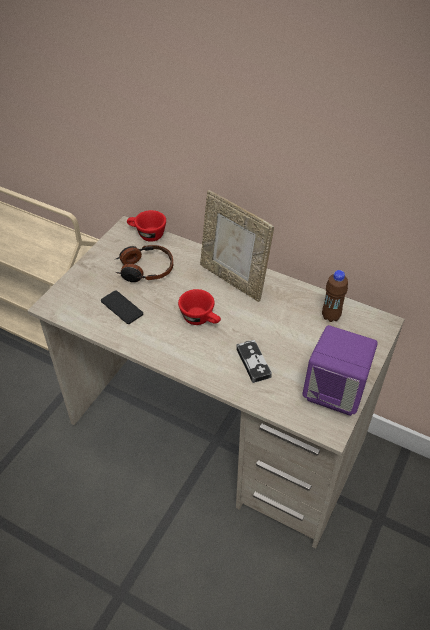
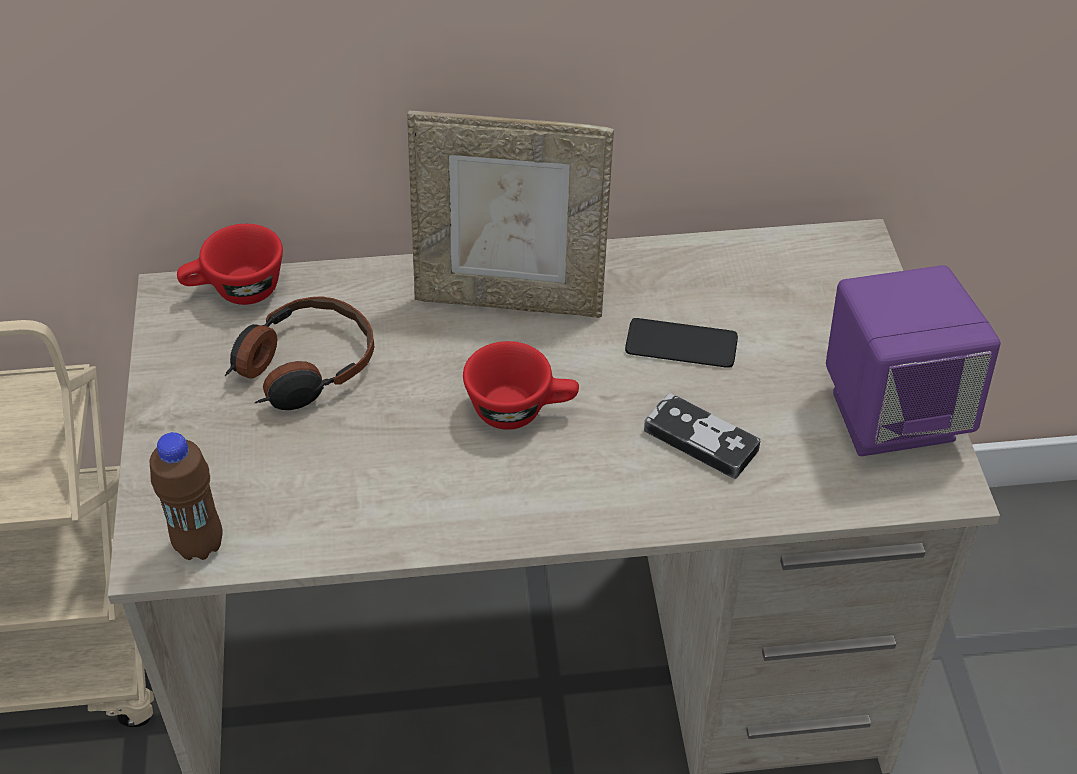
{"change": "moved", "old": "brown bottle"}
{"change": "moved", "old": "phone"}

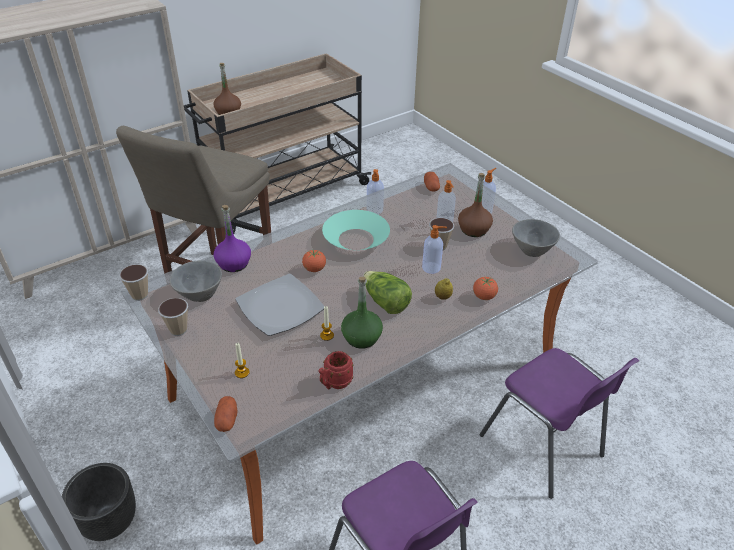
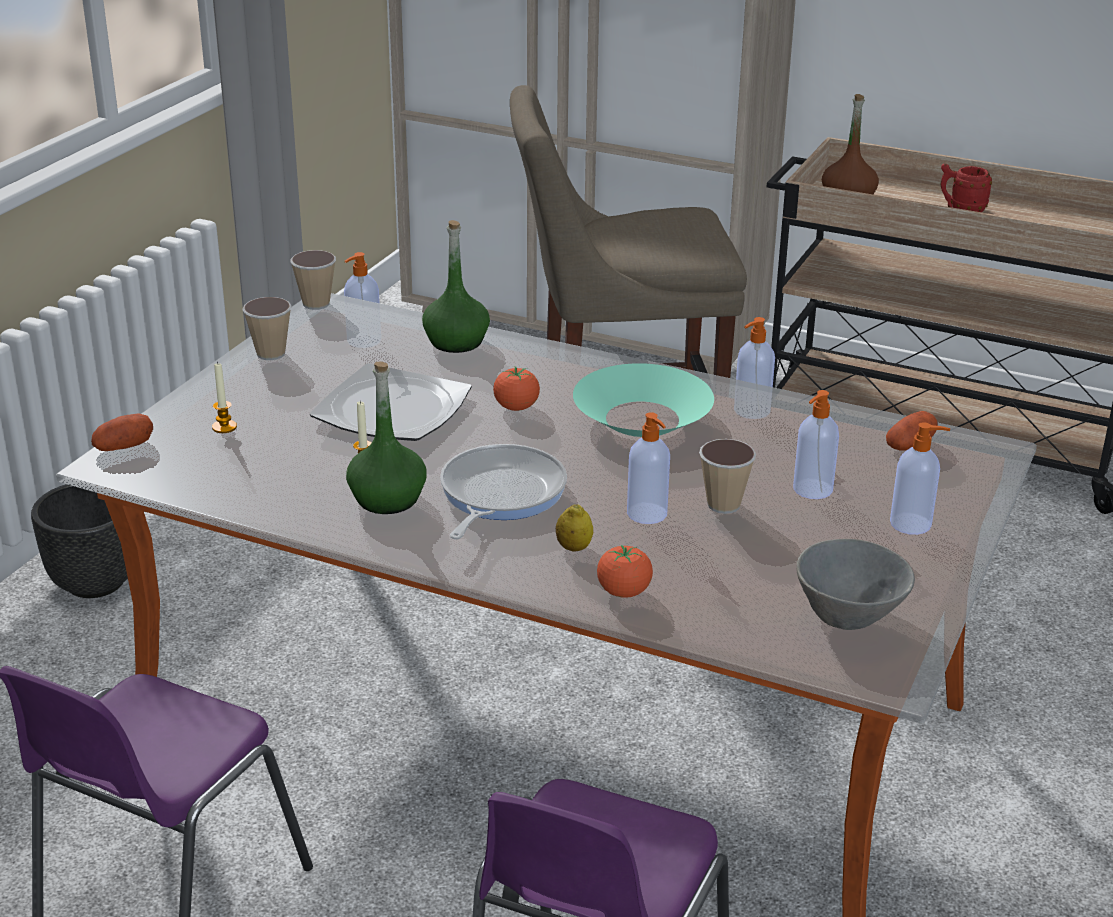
{"change": "removed", "old": "brown bottle (2nd from left)"}
{"change": "recoloured", "old": "purple bottle", "new": "green bottle (2nd from left)"}
{"change": "replaced", "old": "grey bowl (1st from left)", "new": "soap dispenser (1st from left)"}
{"change": "replaced", "old": "lettuce", "new": "frying pan"}
{"change": "moved", "old": "red mug"}

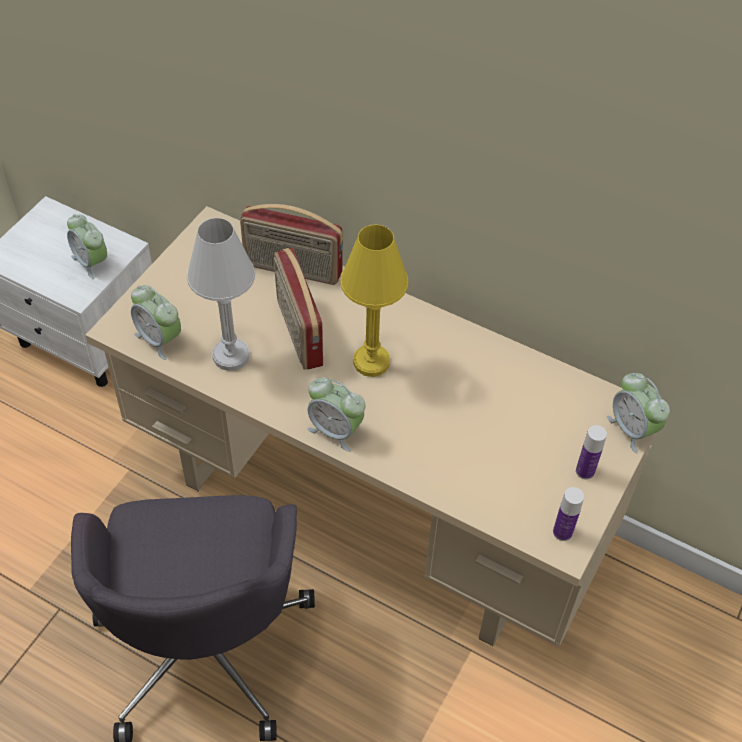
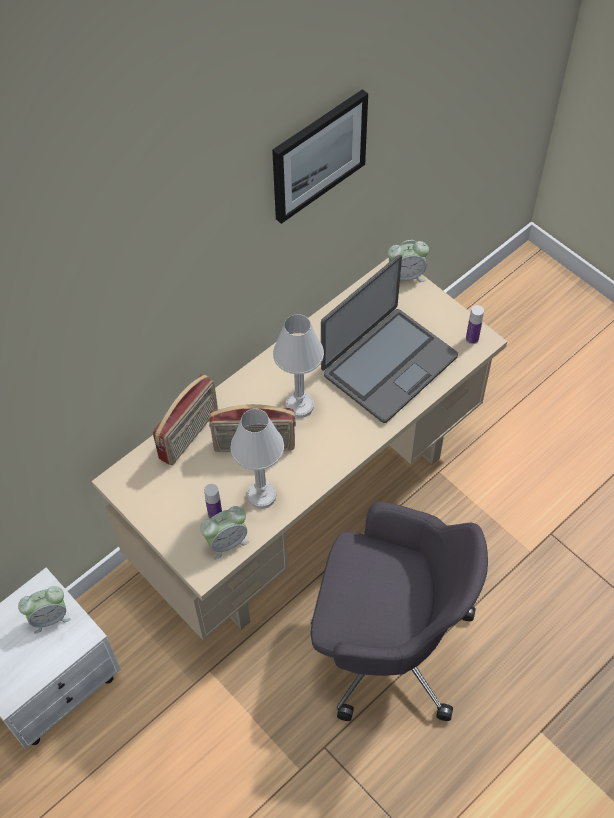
{"change": "recoloured", "old": "yellow table lamp", "new": "white table lamp (2nd from left)"}
{"change": "removed", "old": "alarm clock (3rd from left)"}
{"change": "moved", "old": "bottle (2nd from left in the first image)", "new": "bottle (1st from left)"}
{"change": "added", "new": "picture"}
{"change": "added", "new": "laptop"}

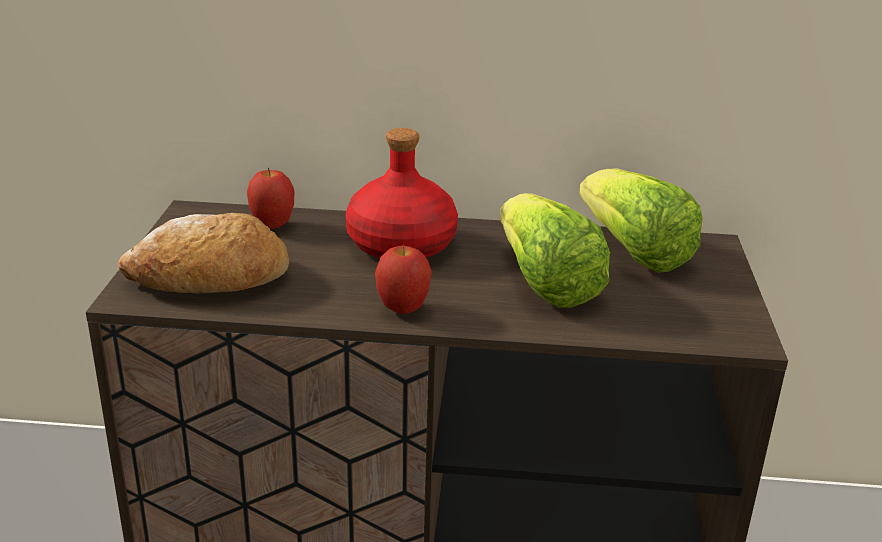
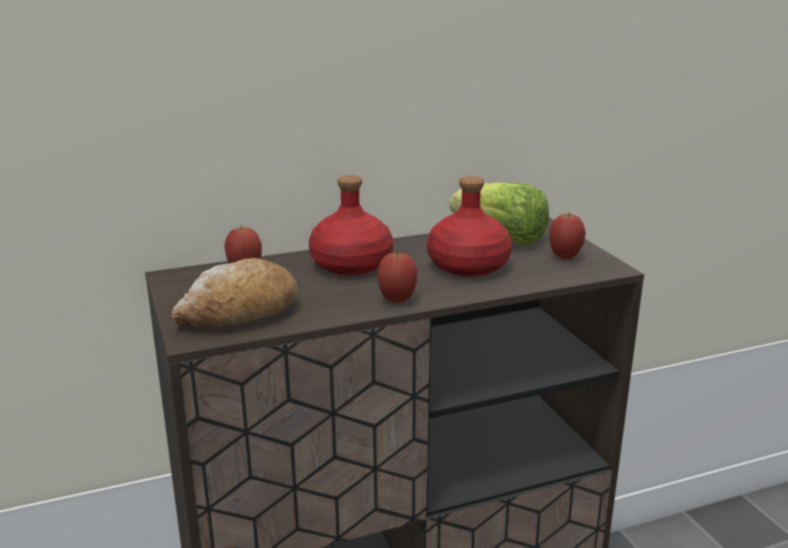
{"change": "replaced", "old": "lettuce (1st from left)", "new": "red bottle (2nd from left)"}
{"change": "added", "new": "apple (3rd from left)"}

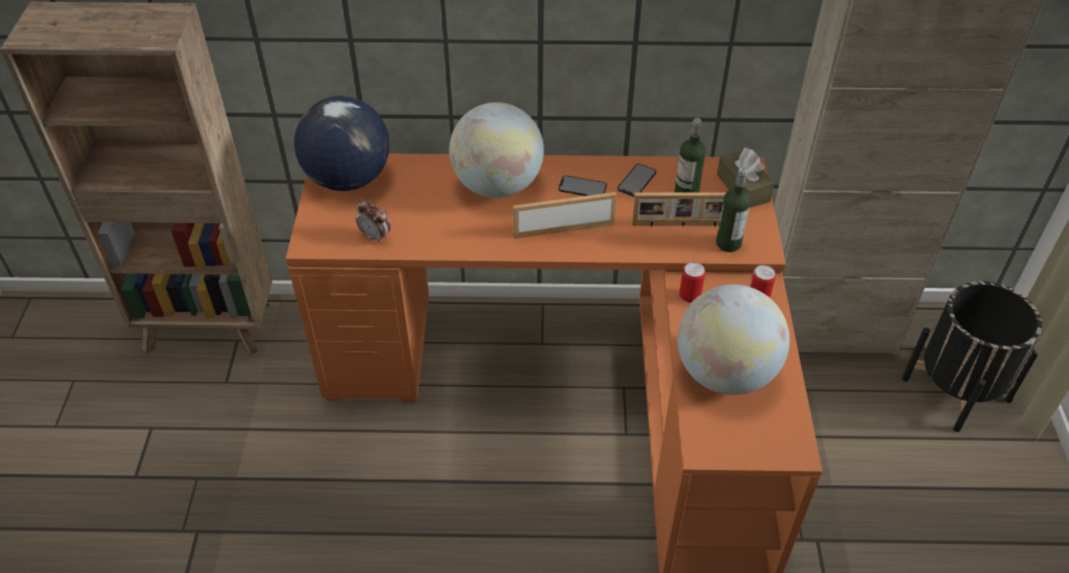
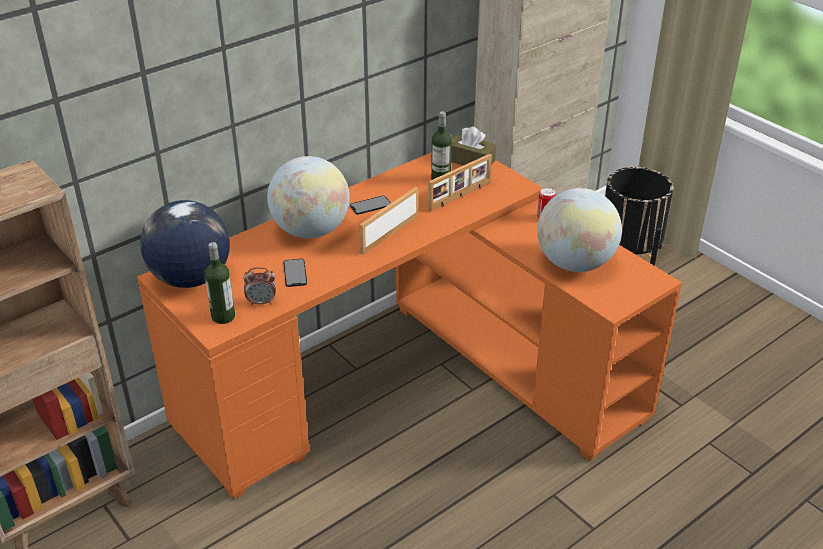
{"change": "moved", "old": "phone (2nd from left in the first image)", "new": "phone (1st from left)"}
{"change": "moved", "old": "bottle (2nd from left in the first image)", "new": "bottle (1st from left)"}
{"change": "removed", "old": "can (1st from left)"}

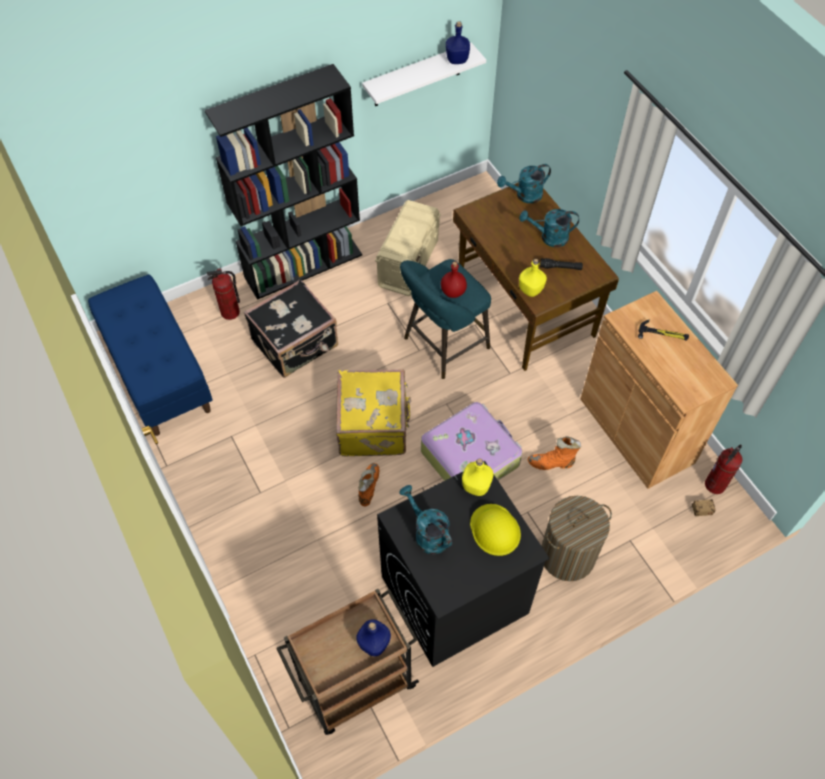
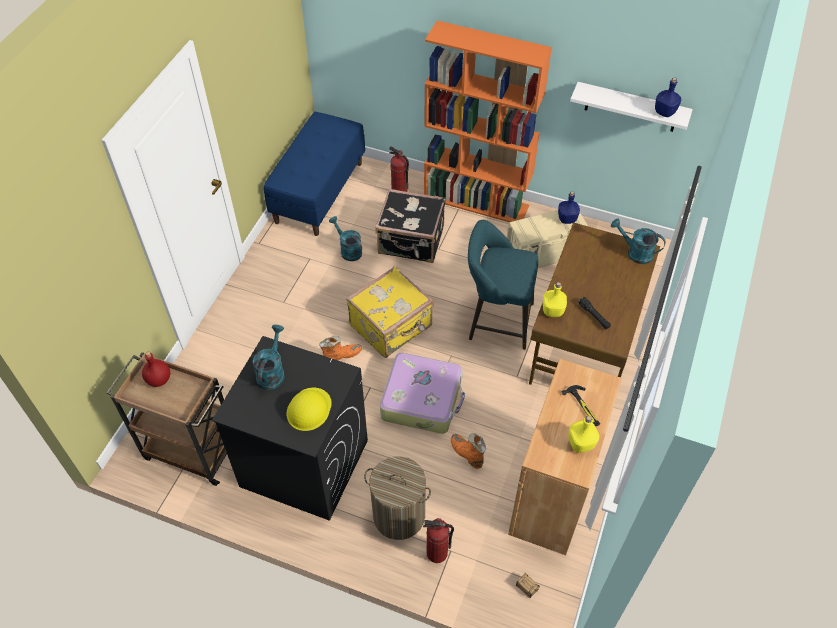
{"change": "recoloured", "old": "black bookcase", "new": "orange bookcase"}
{"change": "moved", "old": "turquoise watering can (3rd from left in the first image)", "new": "turquoise watering can (2nd from left)"}
{"change": "moved", "old": "red bottle"}
{"change": "moved", "old": "fire extinguisher (2nd from left)"}
{"change": "moved", "old": "yellow bottle (1st from left in the first image)", "new": "yellow bottle (2nd from left)"}
{"change": "moved", "old": "blue bottle (1st from left)"}

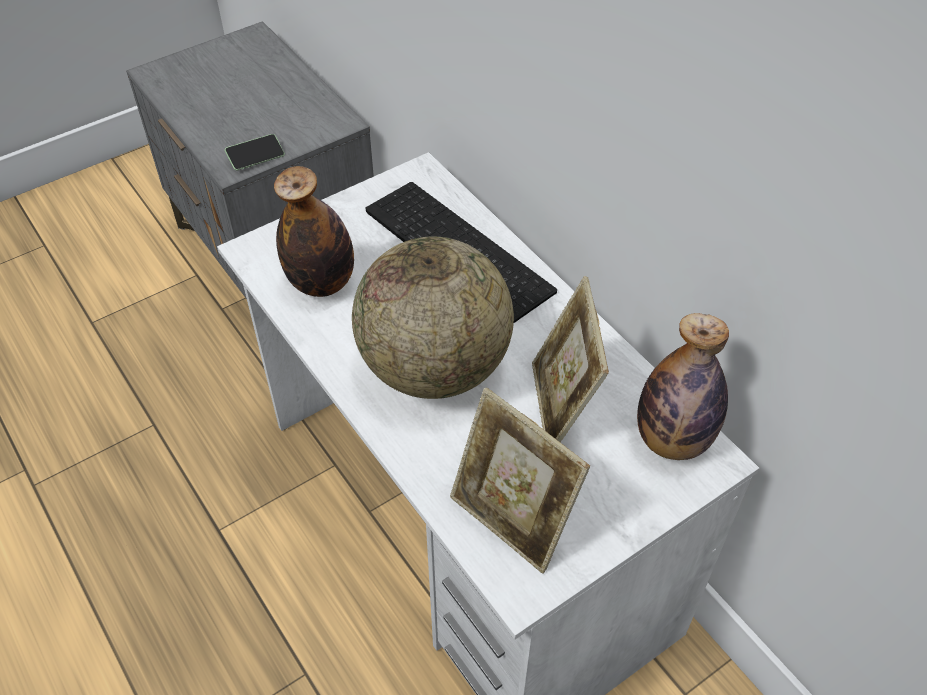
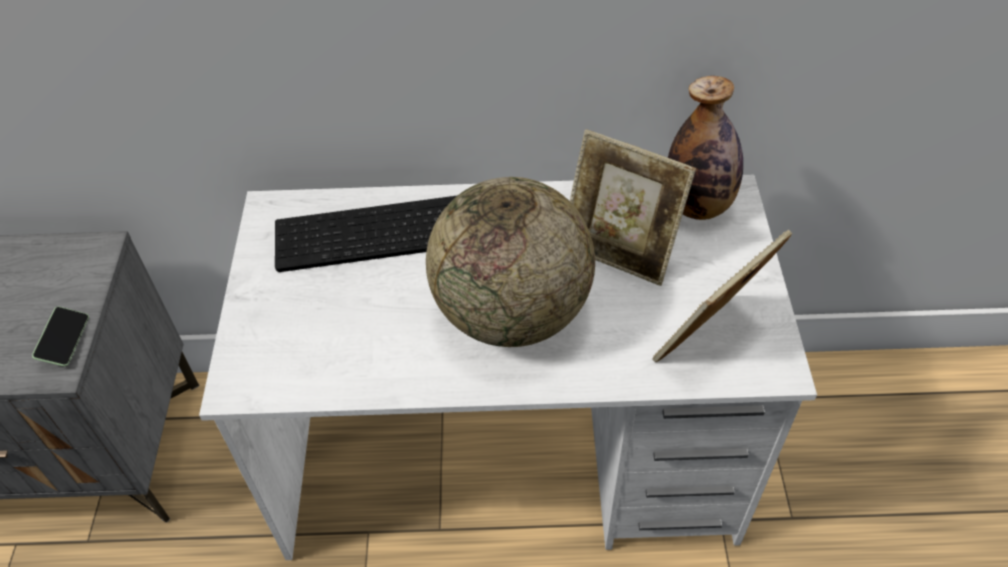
{"change": "removed", "old": "bottle (1st from left)"}
{"change": "turned", "old": "picture frame (1st from left in the first image)", "degrees": 150}

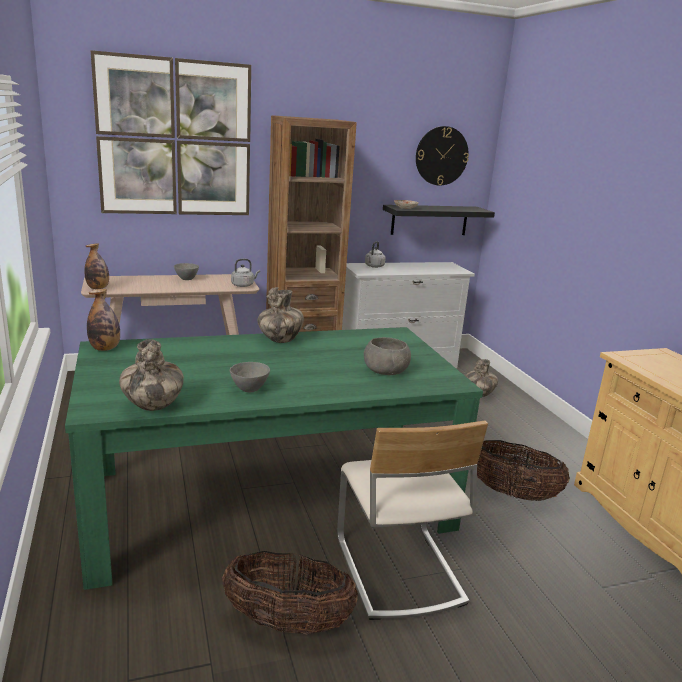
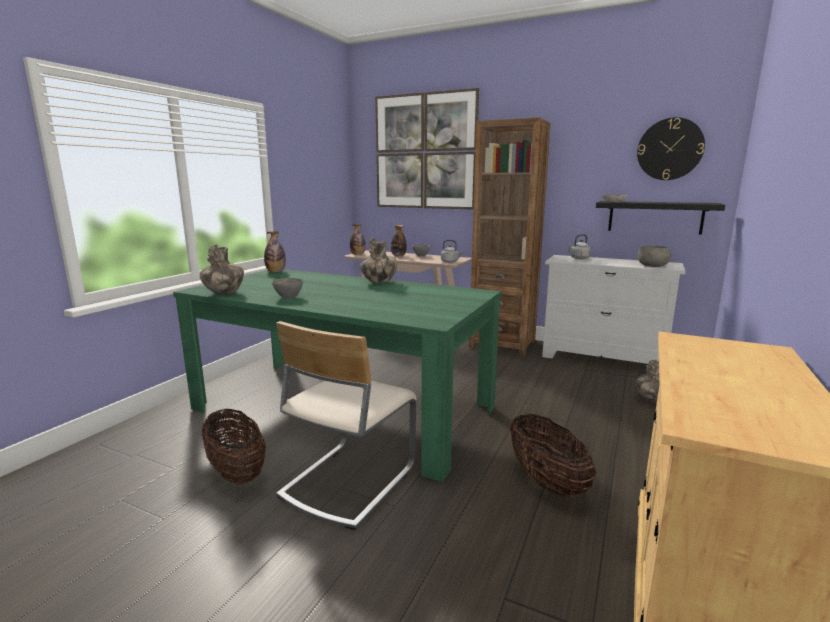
{"change": "moved", "old": "grey bowl (3rd from left)"}
{"change": "added", "new": "bottle (3rd from left)"}

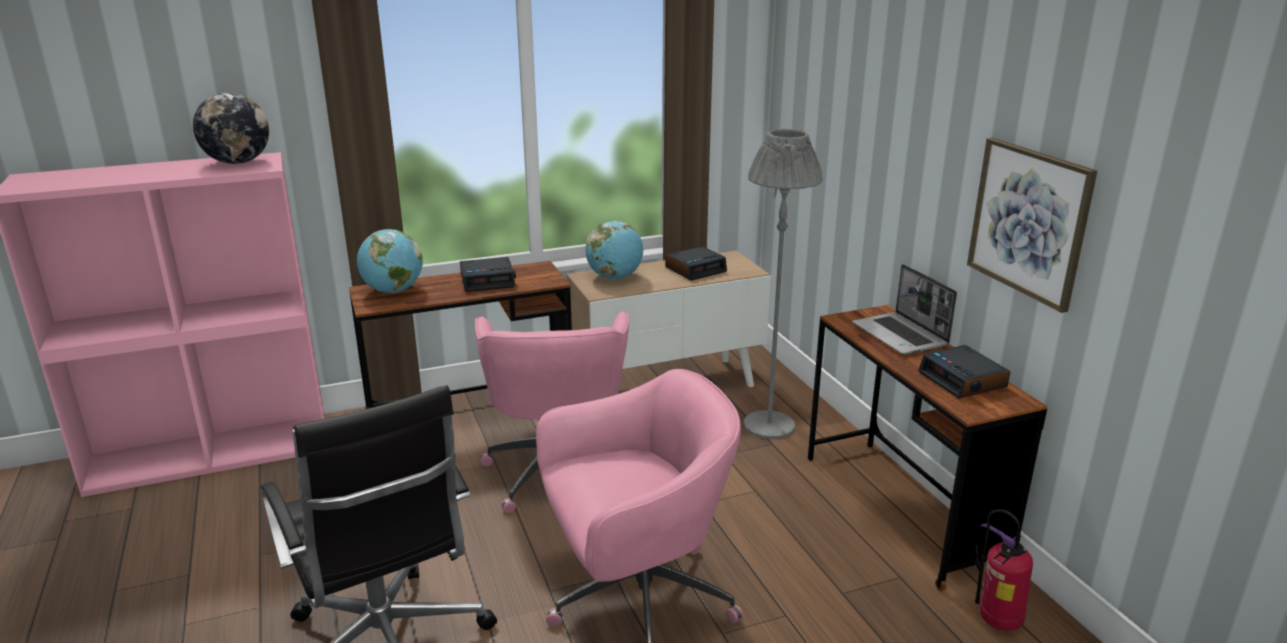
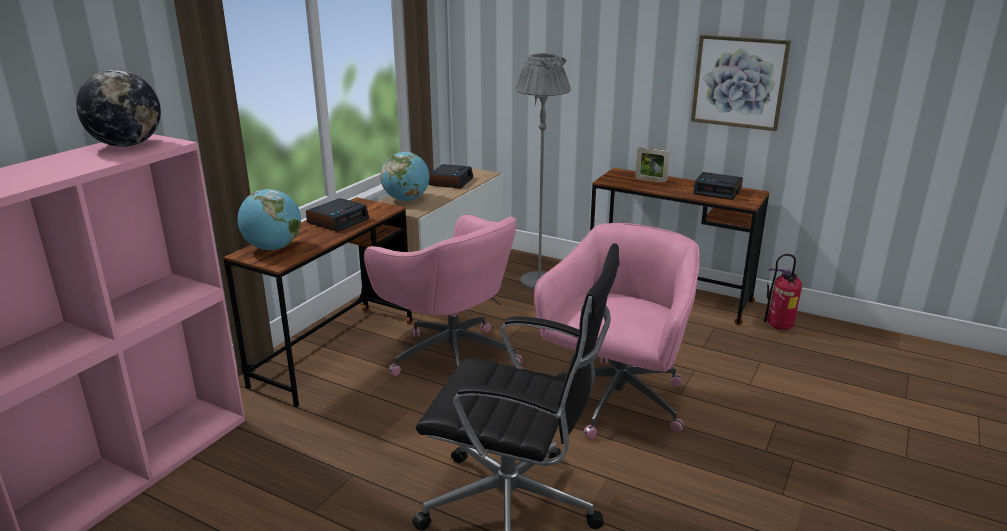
{"change": "replaced", "old": "laptop", "new": "picture frame"}

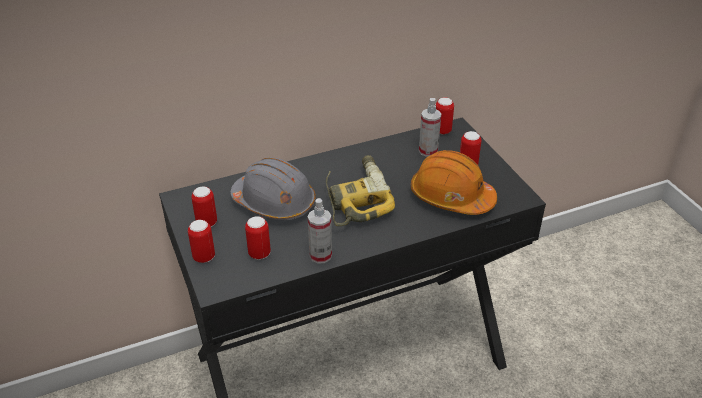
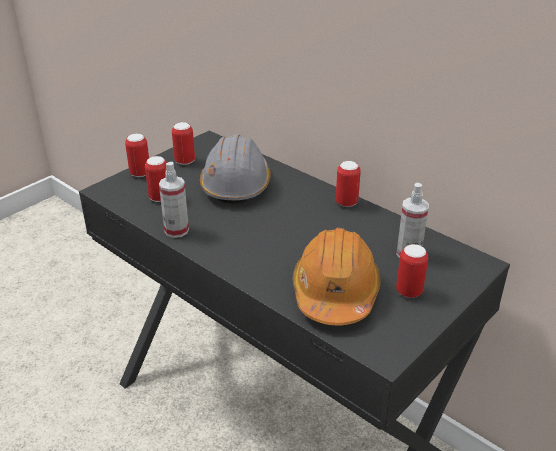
{"change": "moved", "old": "can (4th from left)"}
{"change": "removed", "old": "power drill"}

